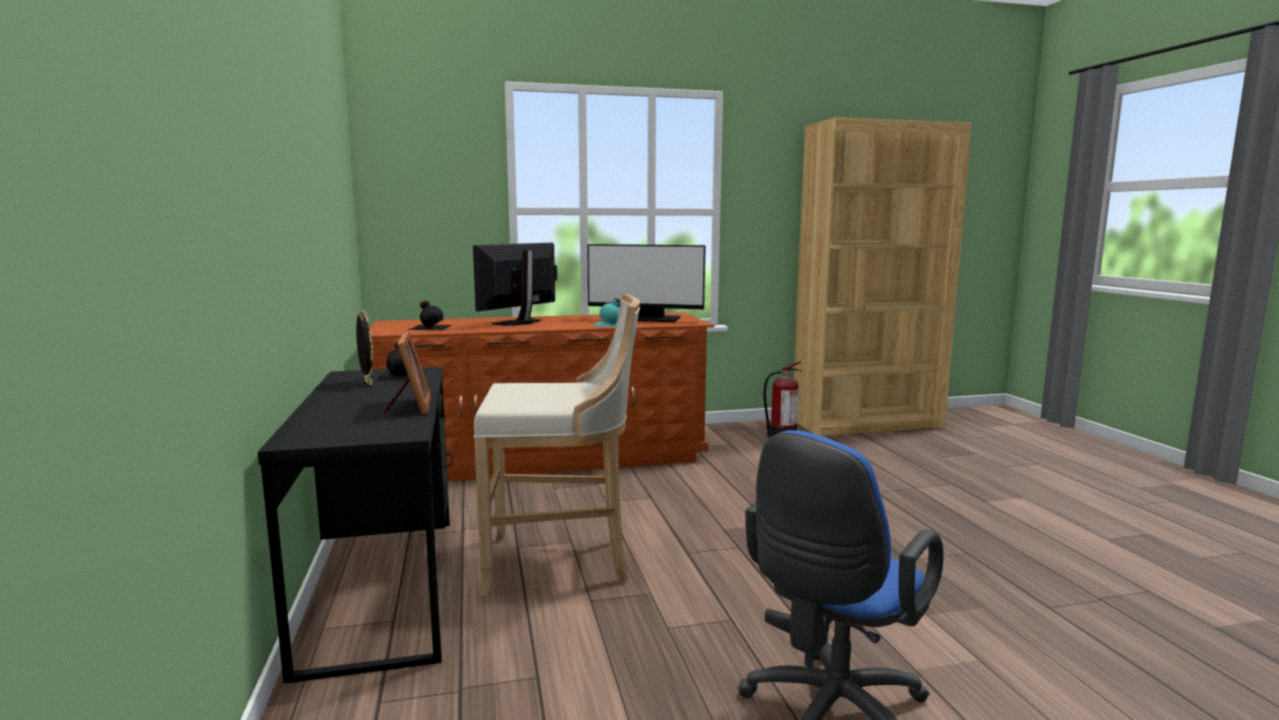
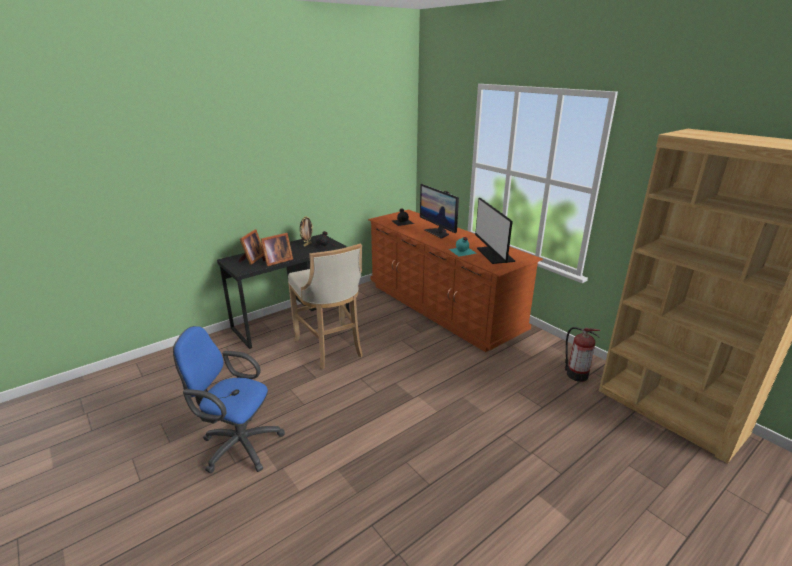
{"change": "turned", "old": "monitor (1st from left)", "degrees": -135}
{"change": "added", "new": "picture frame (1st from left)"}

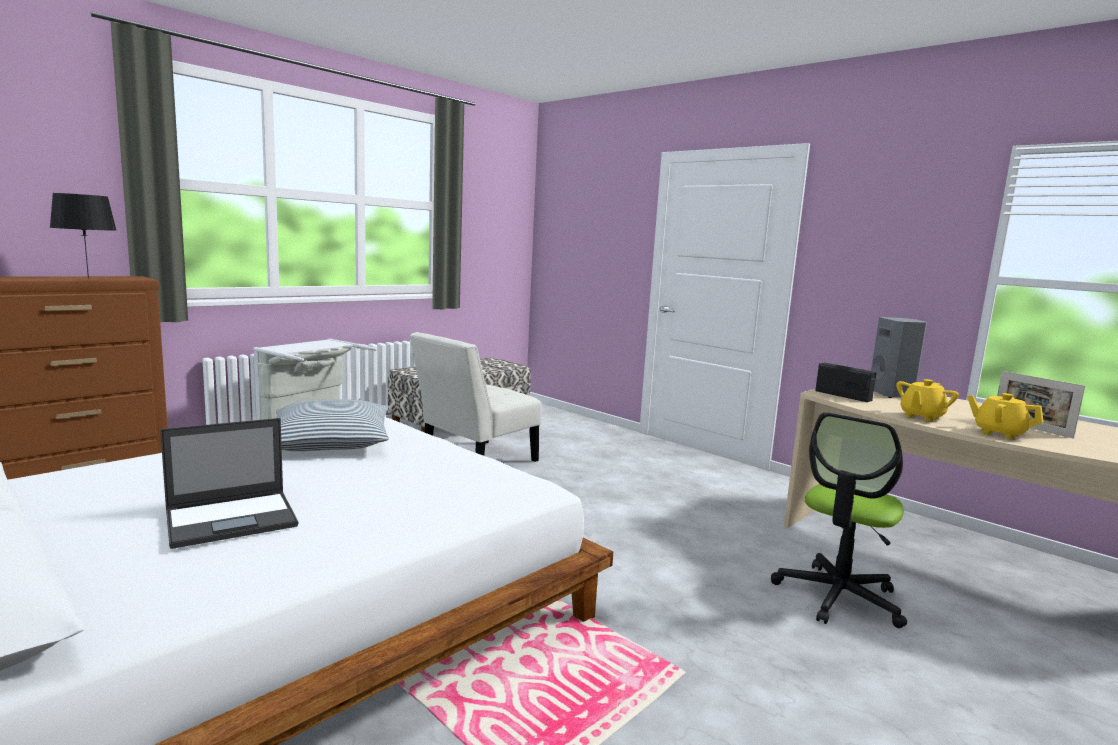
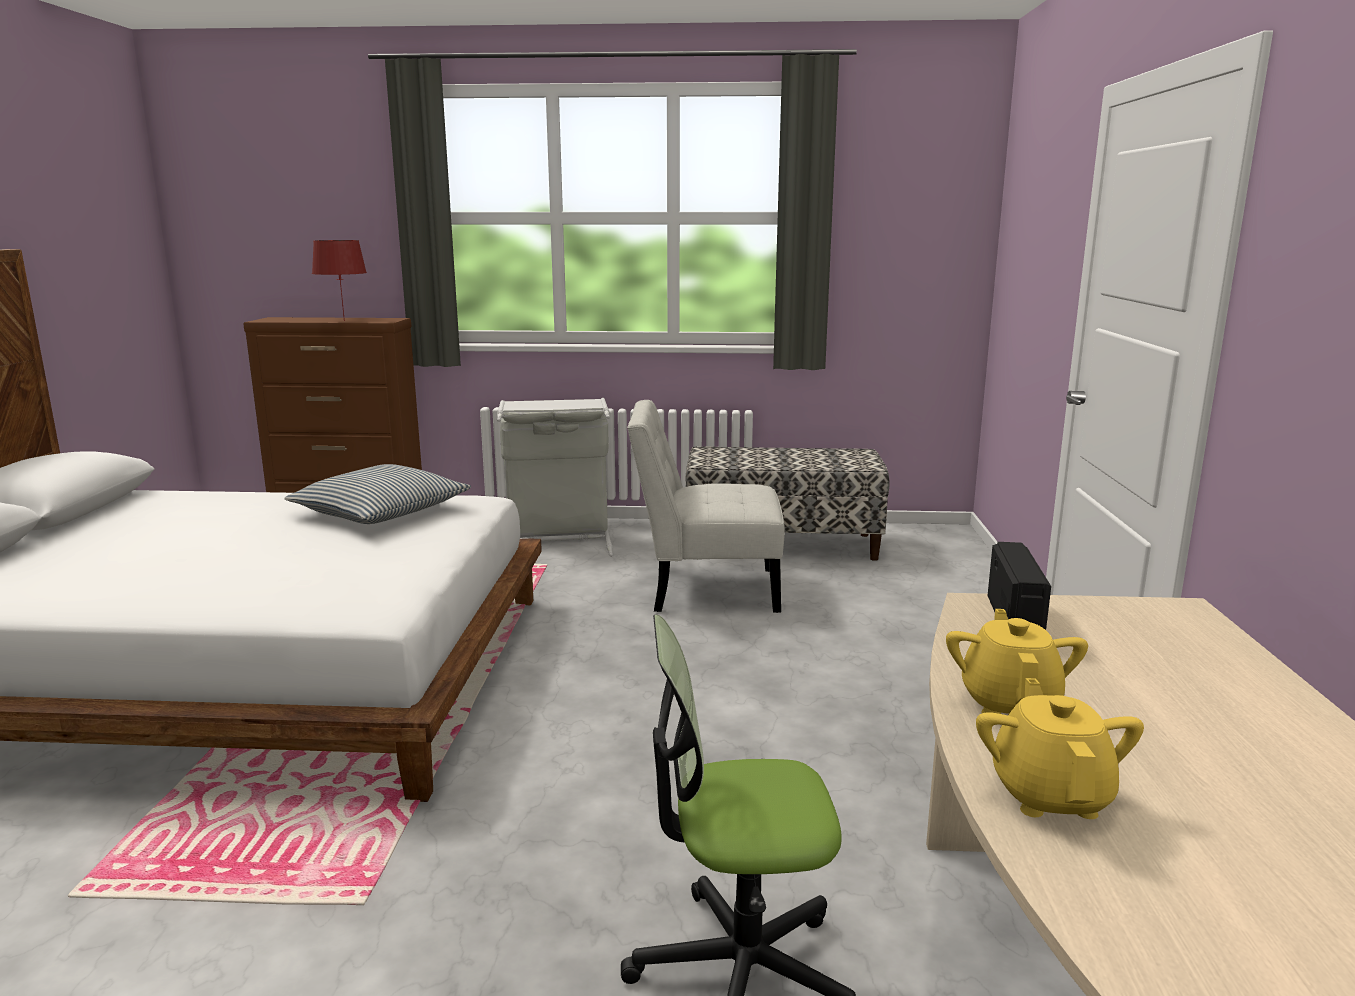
{"change": "recoloured", "old": "black table lamp", "new": "red table lamp"}
{"change": "removed", "old": "grey speaker"}
{"change": "removed", "old": "picture frame"}
{"change": "turned", "old": "yellow teapot (1st from left)", "degrees": 90}
{"change": "removed", "old": "laptop"}

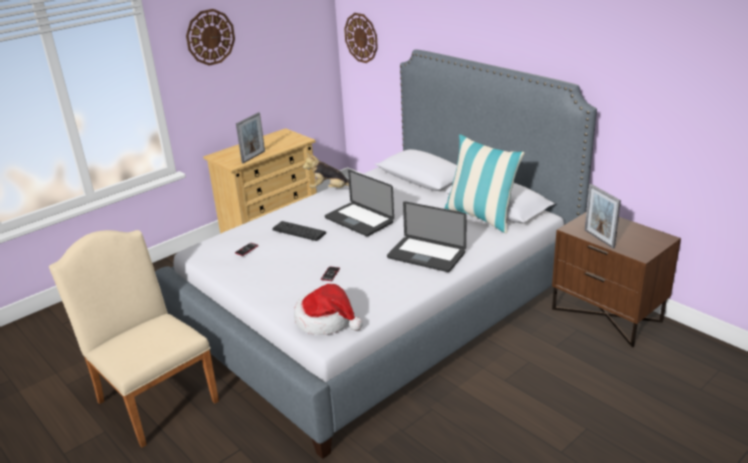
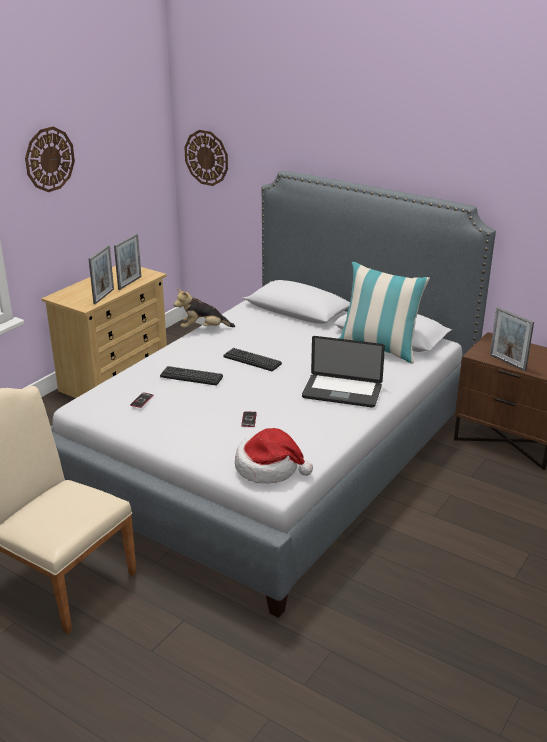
{"change": "replaced", "old": "laptop (1st from left)", "new": "keyboard (2nd from left)"}
{"change": "added", "new": "picture frame (2nd from left)"}

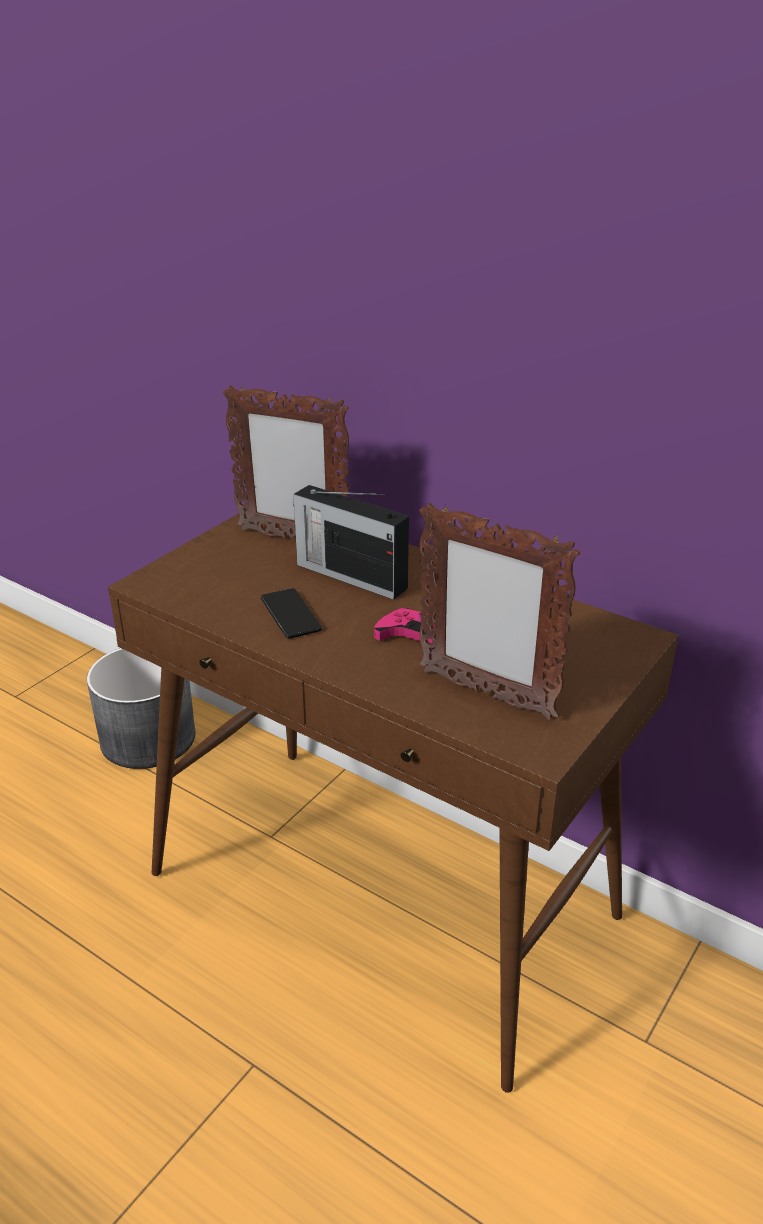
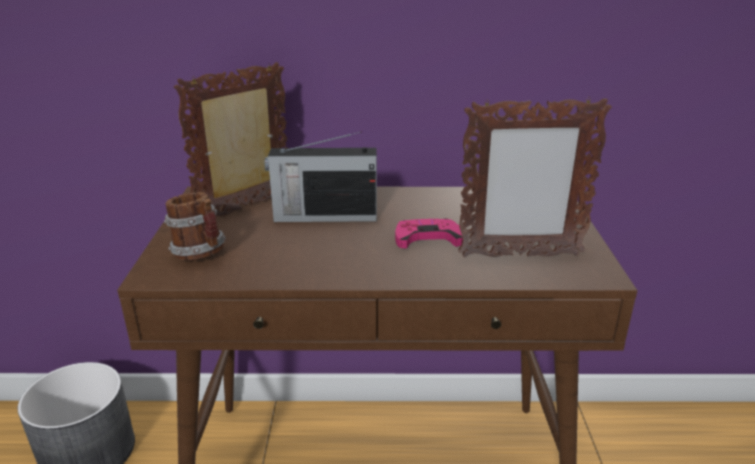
{"change": "turned", "old": "picture frame (1st from left)", "degrees": 150}
{"change": "removed", "old": "phone"}
{"change": "added", "new": "mug"}

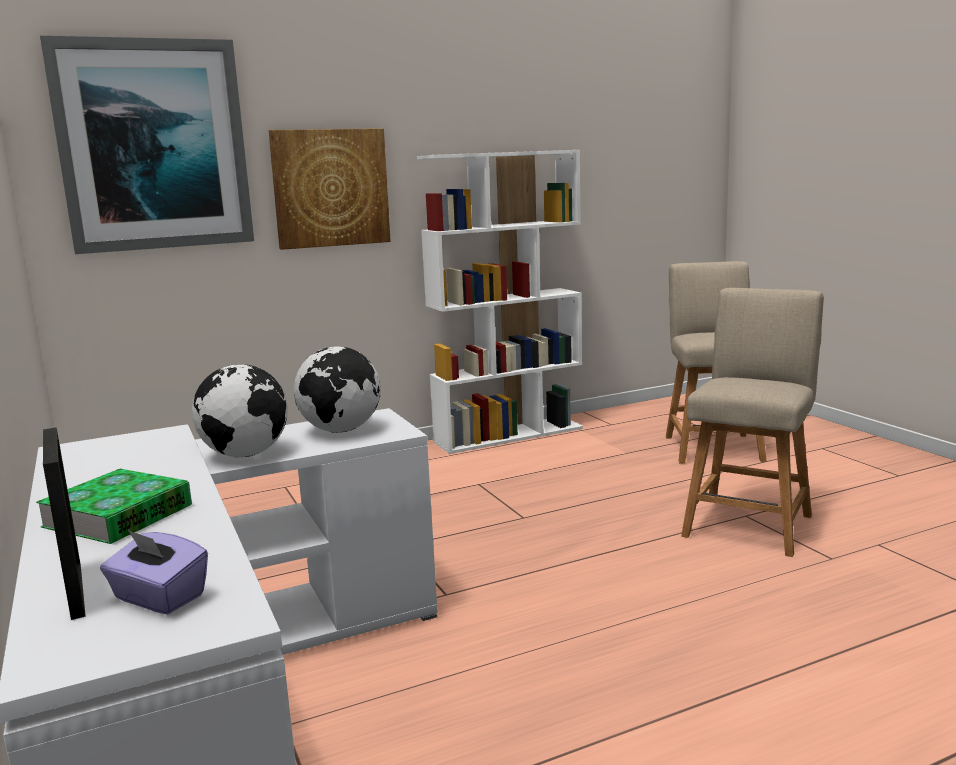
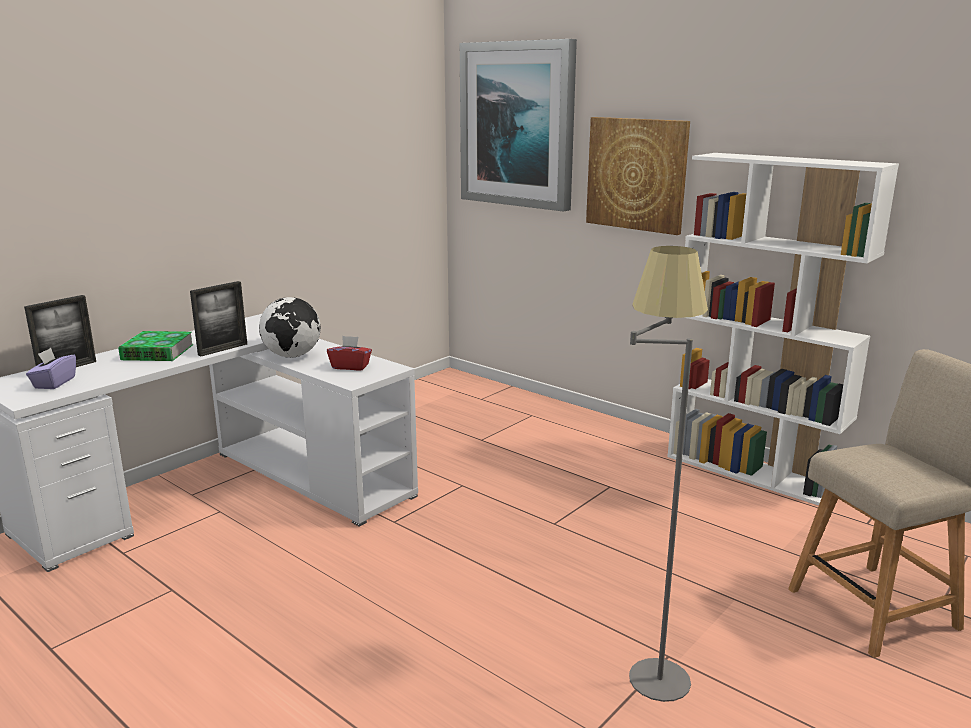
{"change": "replaced", "old": "beige chair (2nd from left)", "new": "grey floor lamp"}
{"change": "replaced", "old": "globe (2nd from left)", "new": "red tissue box"}
{"change": "added", "new": "picture frame (2nd from left)"}

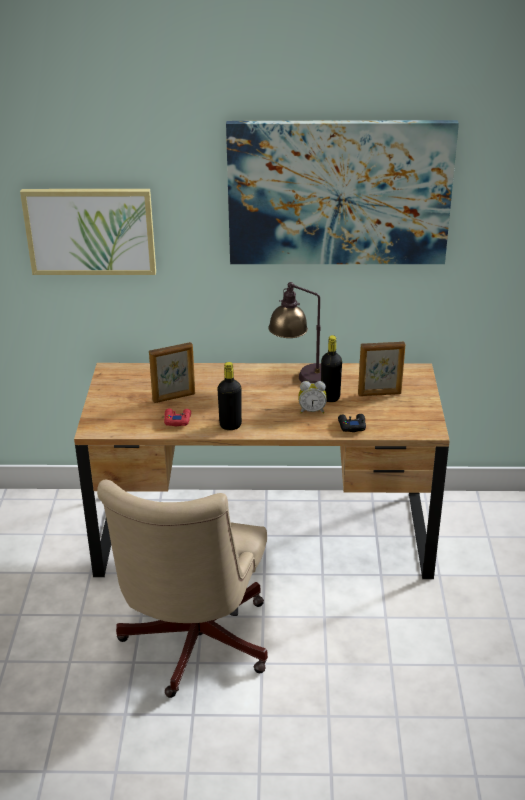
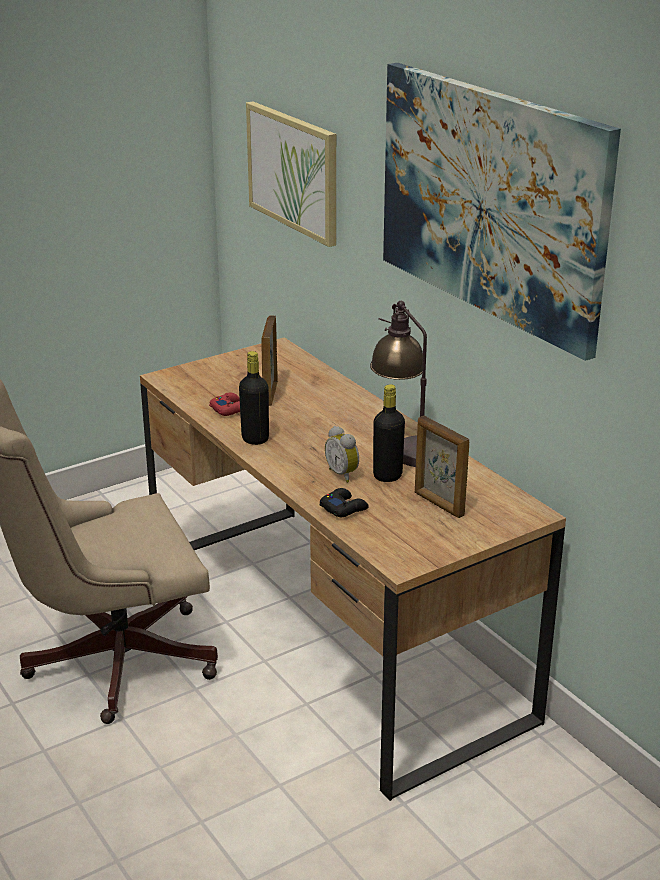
{"change": "turned", "old": "picture frame (1st from left)", "degrees": 60}

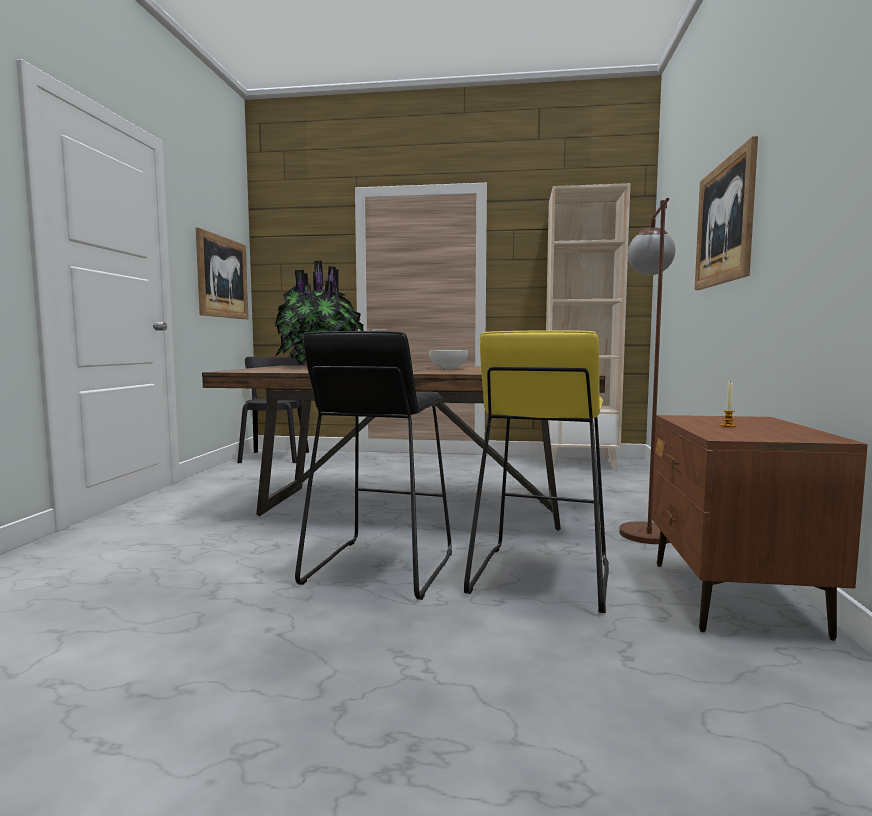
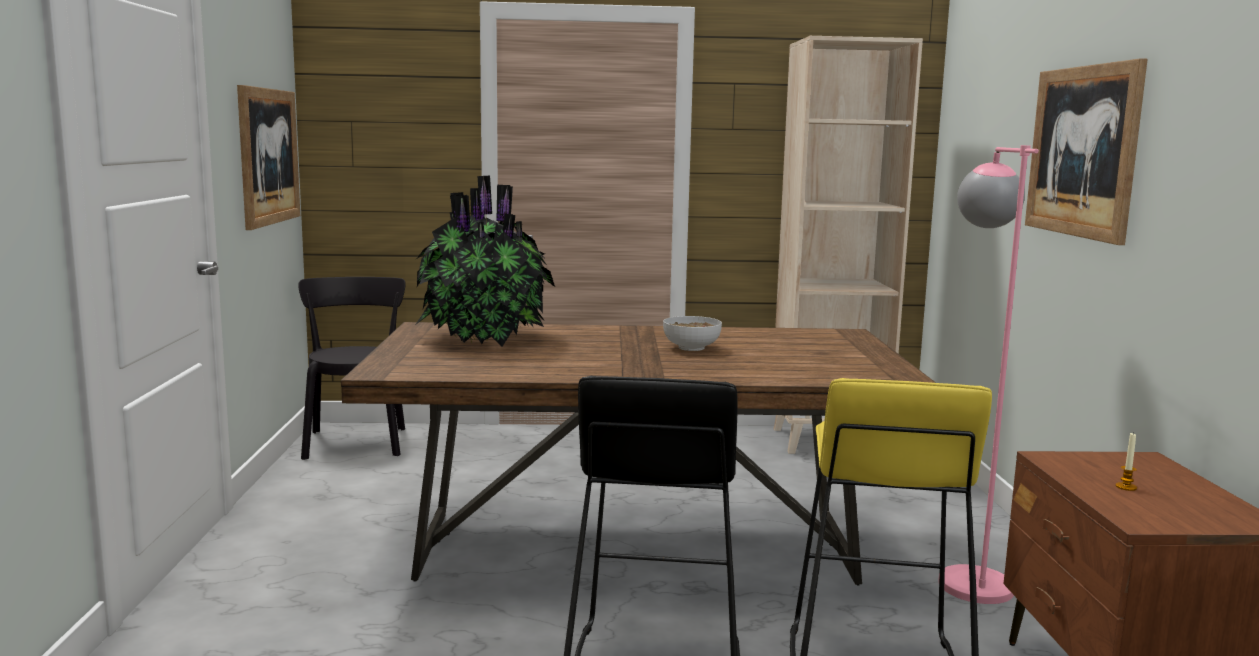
{"change": "recoloured", "old": "brown floor lamp", "new": "pink floor lamp"}

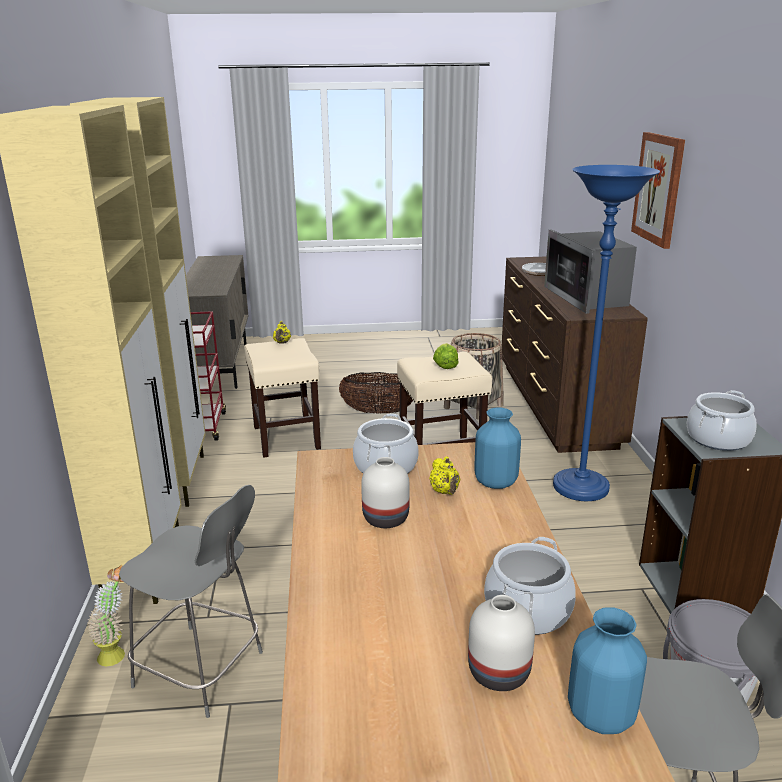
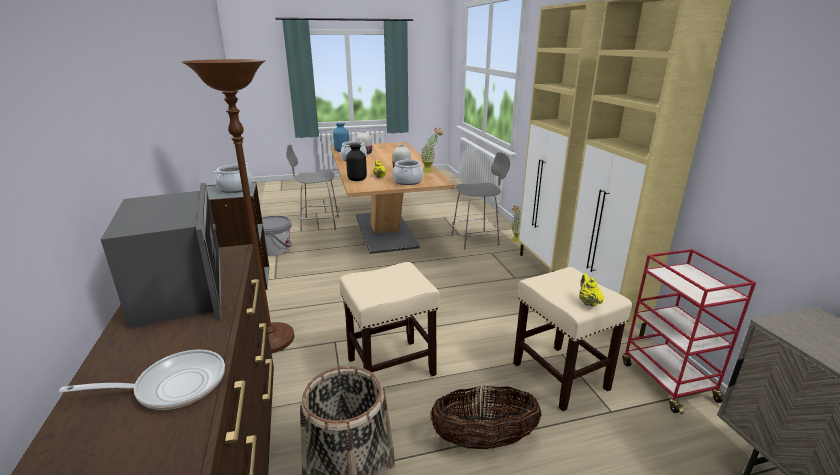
{"change": "removed", "old": "picture"}
{"change": "recoloured", "old": "blue floor lamp", "new": "brown floor lamp"}
{"change": "removed", "old": "lettuce"}
{"change": "recoloured", "old": "blue vase (1st from left)", "new": "black vase"}
{"change": "turned", "old": "grey chair (1st from left in the first image)", "degrees": 150}
{"change": "added", "new": "potted plant (1st from left)"}

